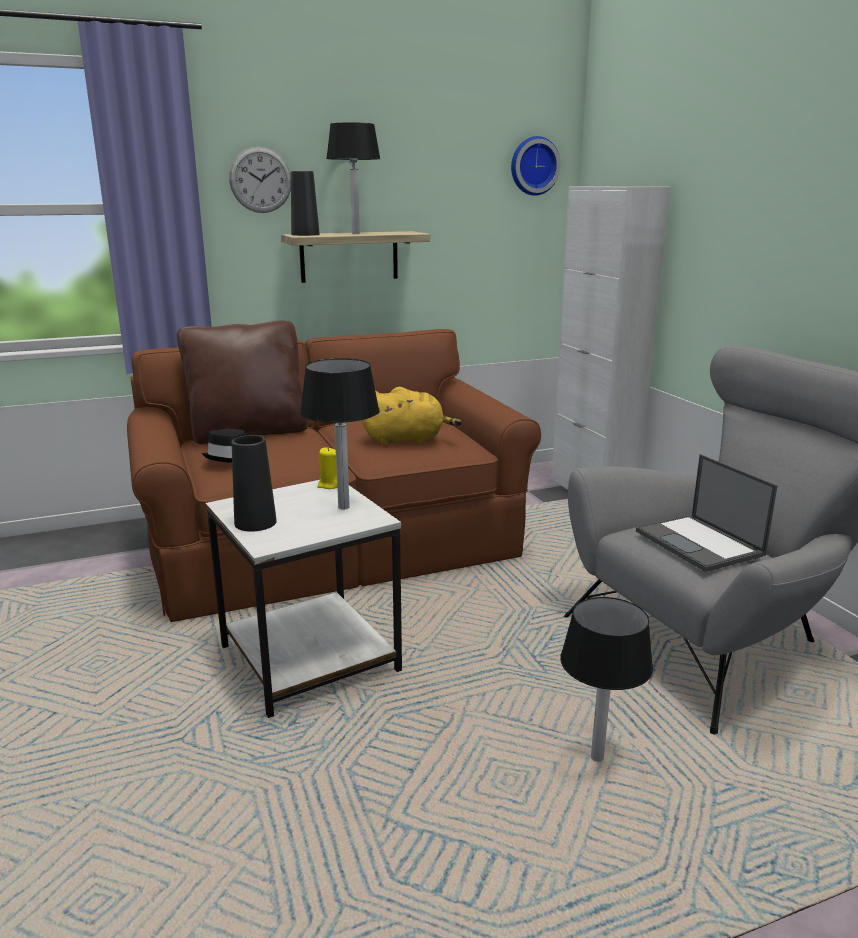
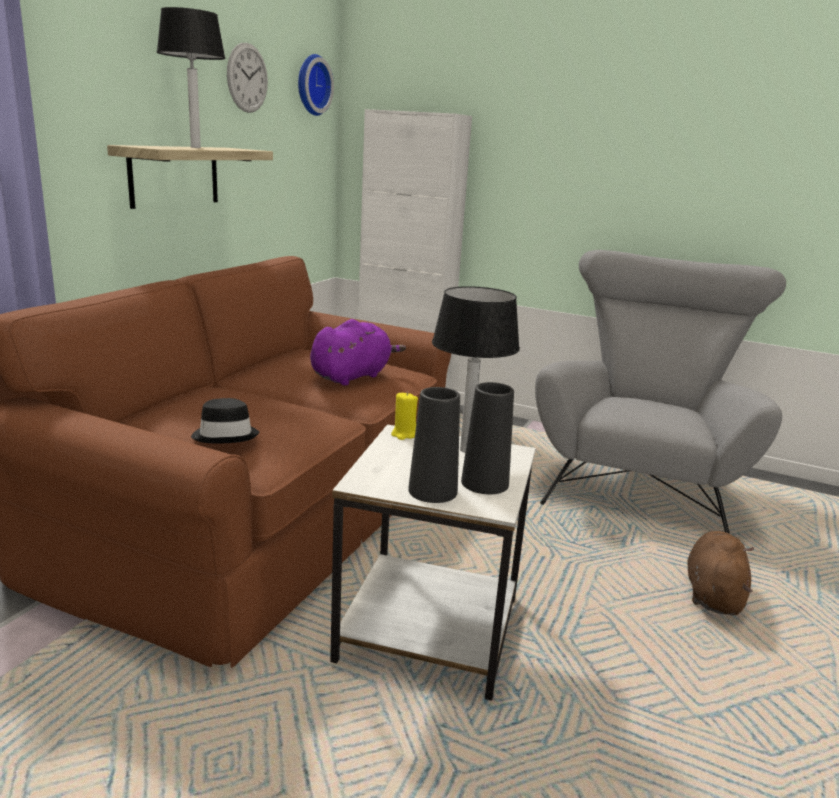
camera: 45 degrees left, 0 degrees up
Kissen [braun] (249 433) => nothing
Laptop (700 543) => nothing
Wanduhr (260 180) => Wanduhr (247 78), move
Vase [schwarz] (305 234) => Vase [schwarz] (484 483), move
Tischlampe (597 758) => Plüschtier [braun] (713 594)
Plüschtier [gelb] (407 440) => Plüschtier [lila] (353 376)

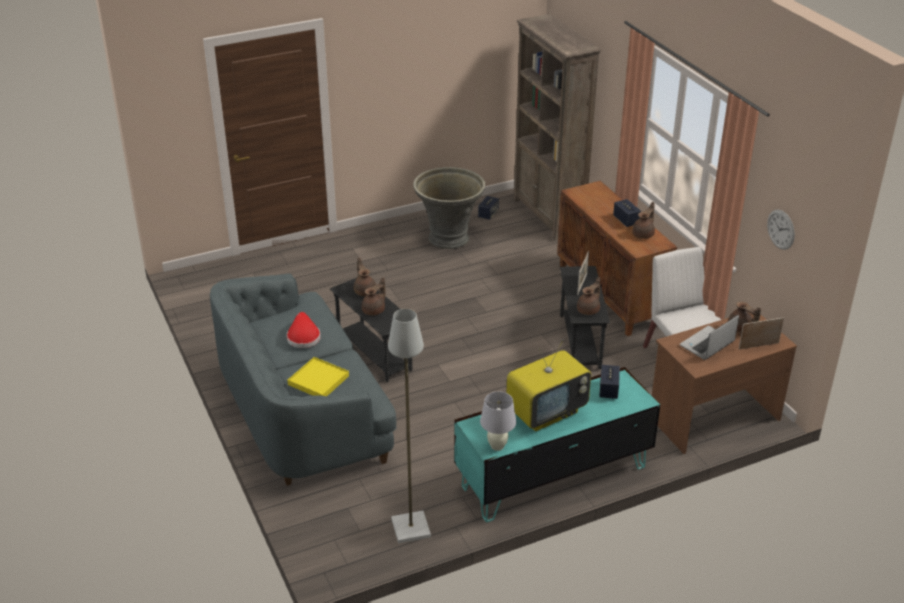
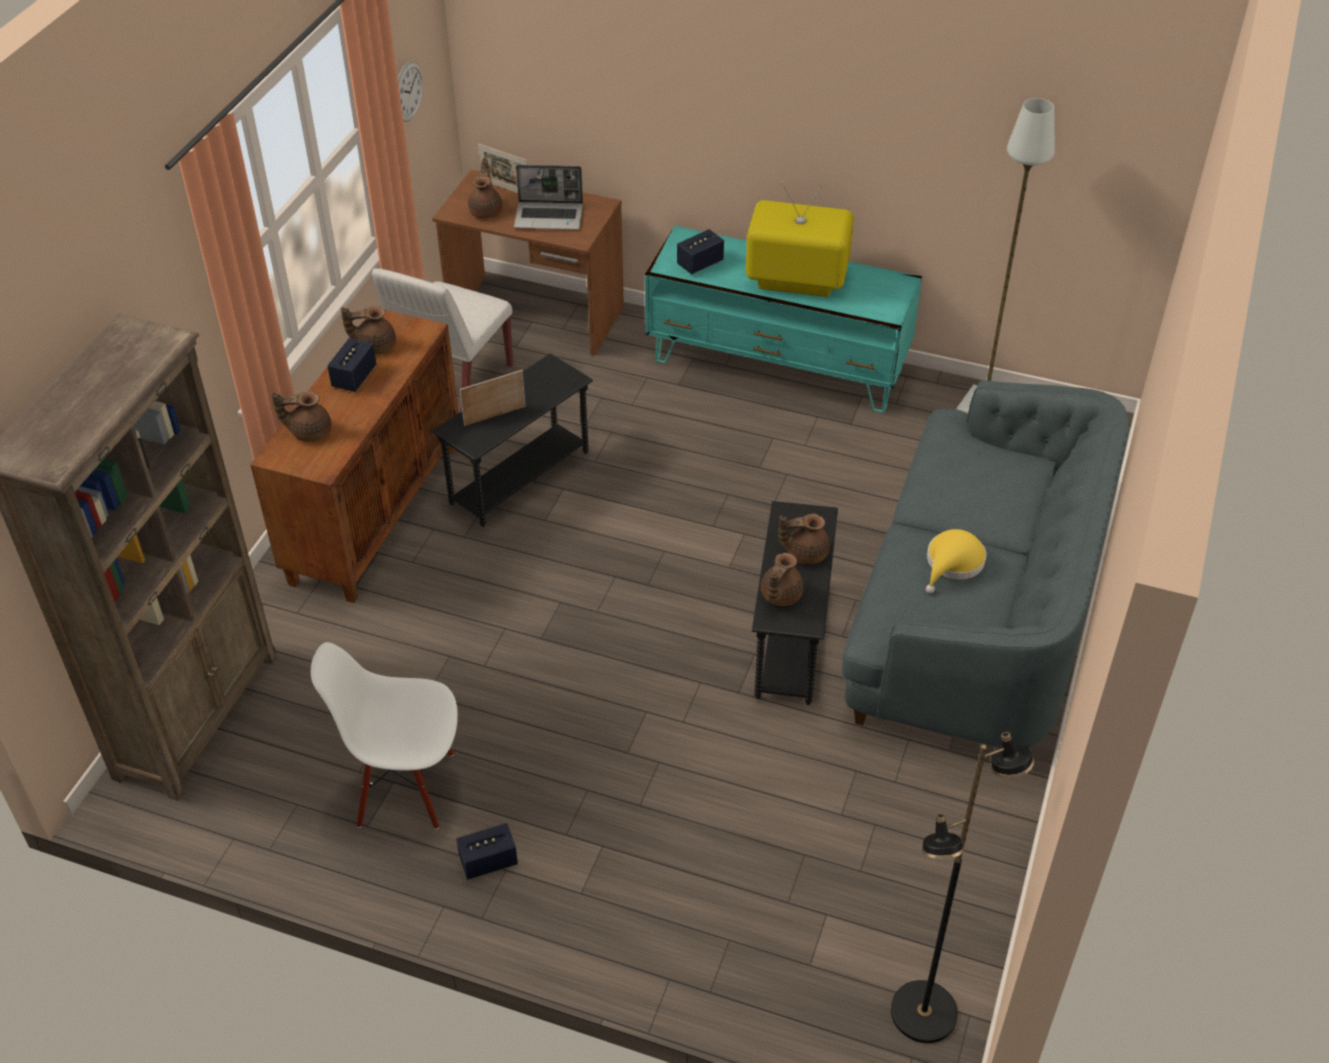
camera: 135 degrees left, 10 degrees up
Tablett [gelb] (318 380) => nothing
Tischlampe [weiß] (497 446) => nothing
nothing => Stehlampe [schwarz] (925 1013)
Lautsprecher (488 214) => Lautsprecher (488 862), move
Teekanne [braun] (589 310) => Teekanne [braun] (309 432), move
Pflanzkübel [grau] (449 238) => Stuhl [weiß] (406 788)
Hut [rot] (303 337) => Hut [gelb] (953 563)

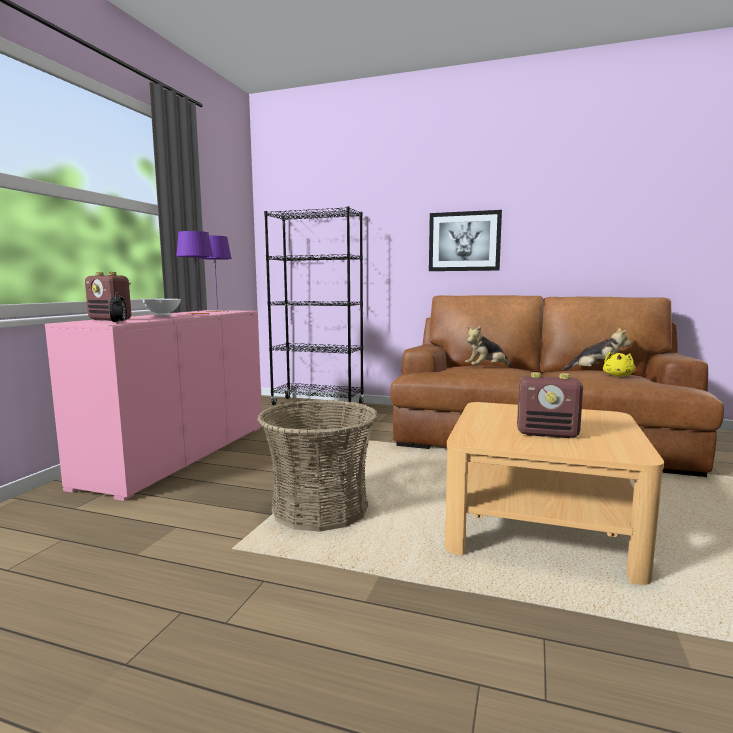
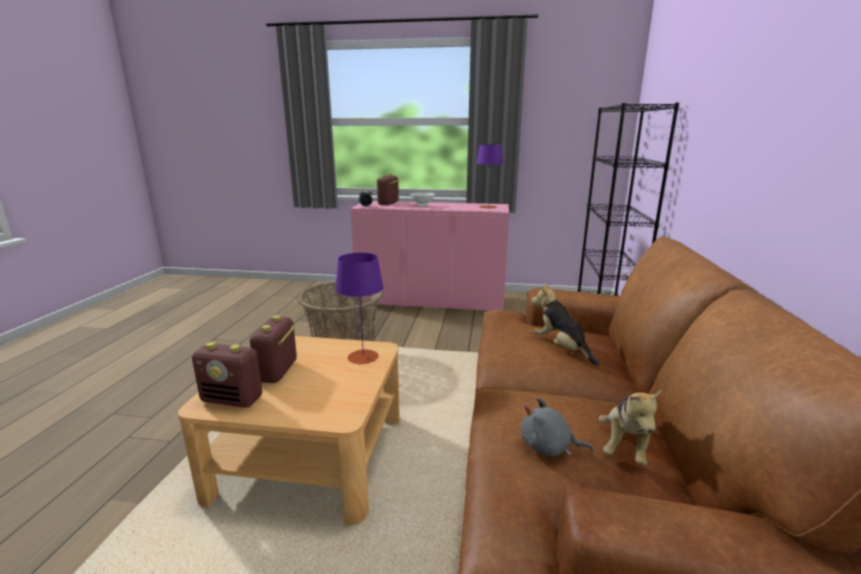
camera: 80 degrees right, 10 degrees up
Bild (464 241) => nothing
nothing => Radio (233 400)
Tischlampe [lila] (198 314) => Tischlampe [lila] (363 357), move
Plüschtier [gelb] (618 376) => Plüschtier [grau] (549 447)

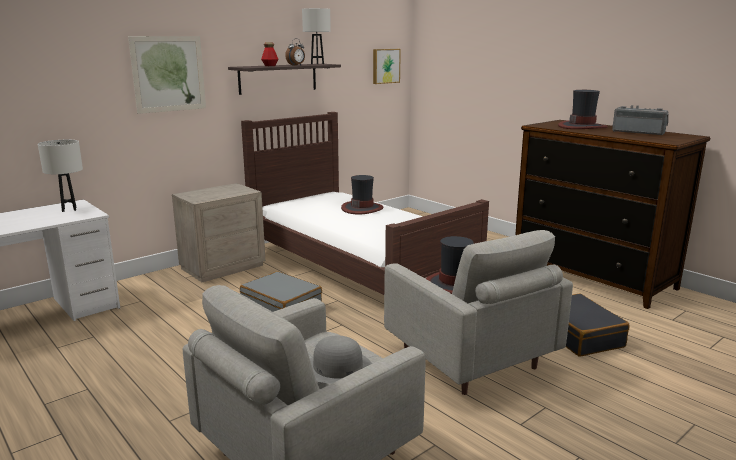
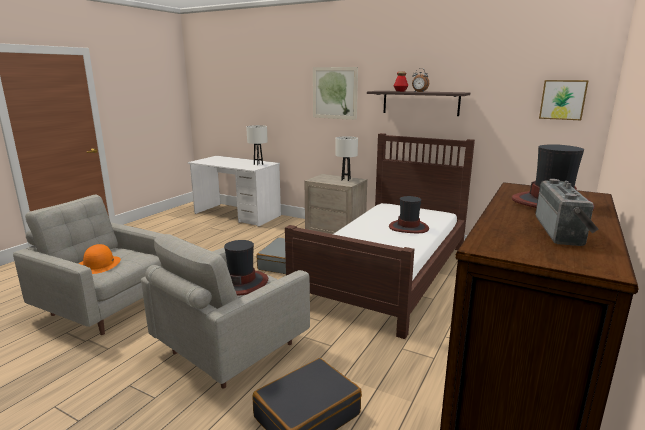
camera: 70 degrees right, 0 degrees up
Tischlampe [weiß] (317 64) => Tischlampe [weiß] (345 179), move
Hut [grau] (337 368) => Hut [orange] (99 264)

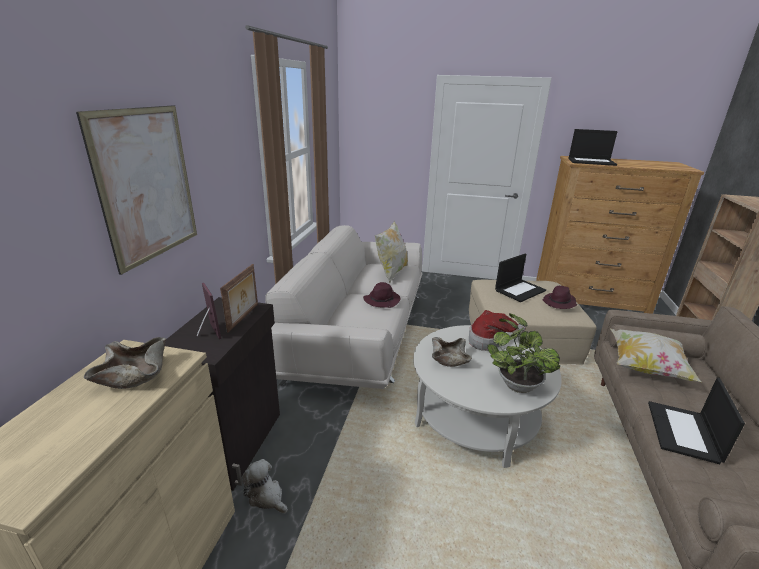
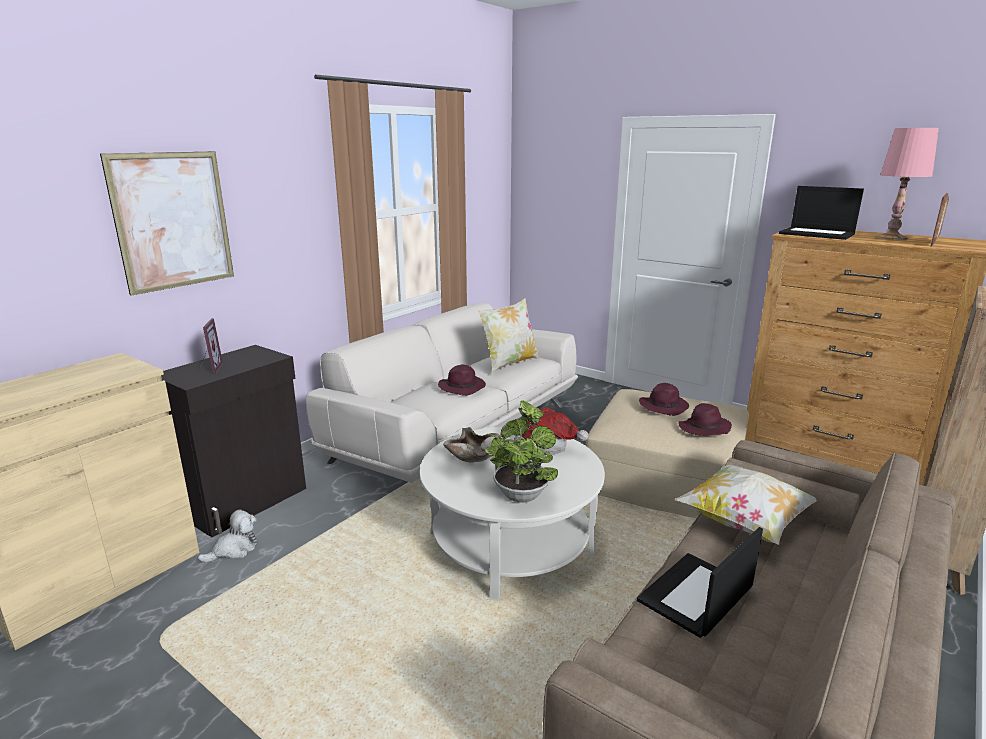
camera: 25 degrees right, 5 degrees down
Schüssel [beige] (134 374) => nothing
nothing => Tischlampe [rosa] (892 237)
Bilderrahmen (244 317) => Bilderrahmen (934 242), move
Laptop (520 290) => Hut [lila] (664 406)
Plüschtier (266 496) => Plüschtier (234 550), 75 degrees clockwise

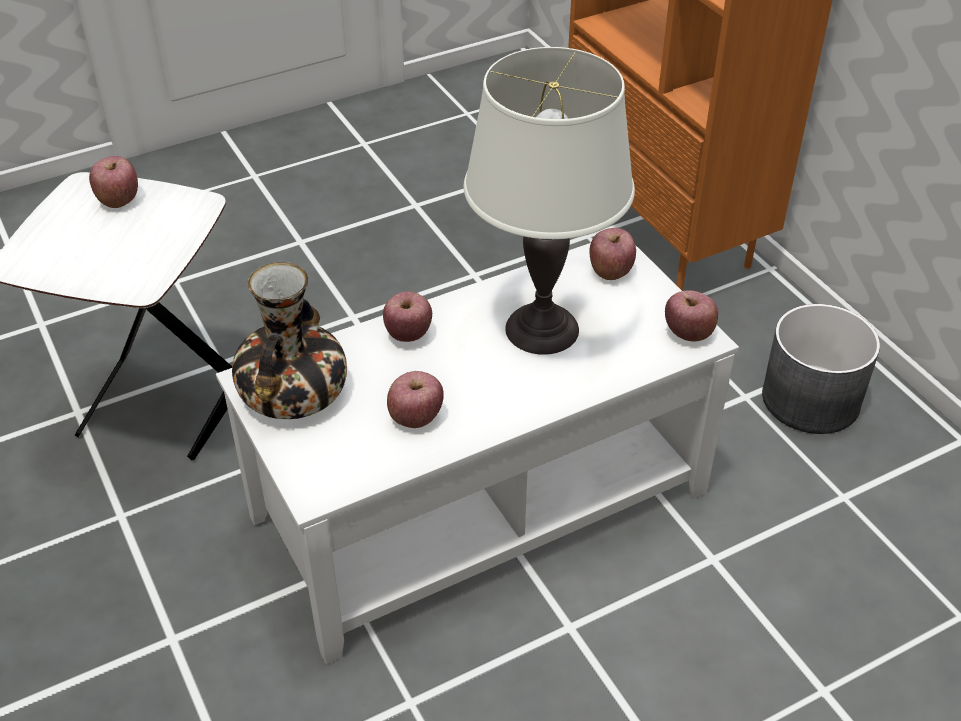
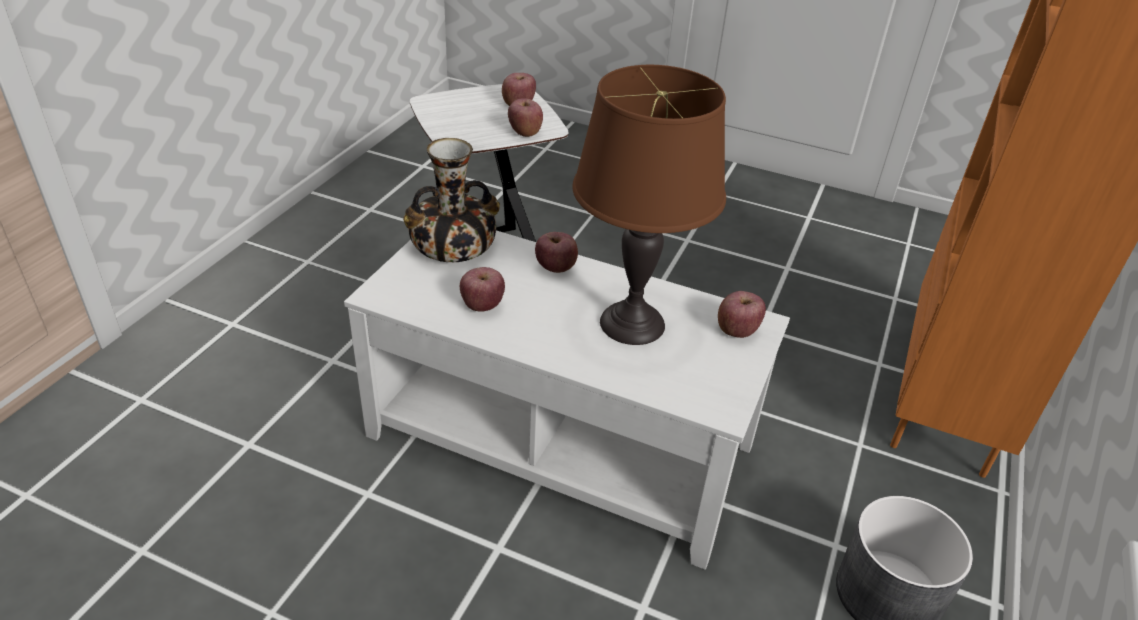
camera: 50 degrees right, 5 degrees down
Apfel (688 333) => Apfel (525 132), move
Tischlampe [weiß] (542 330) => Tischlampe [braun] (632 324)

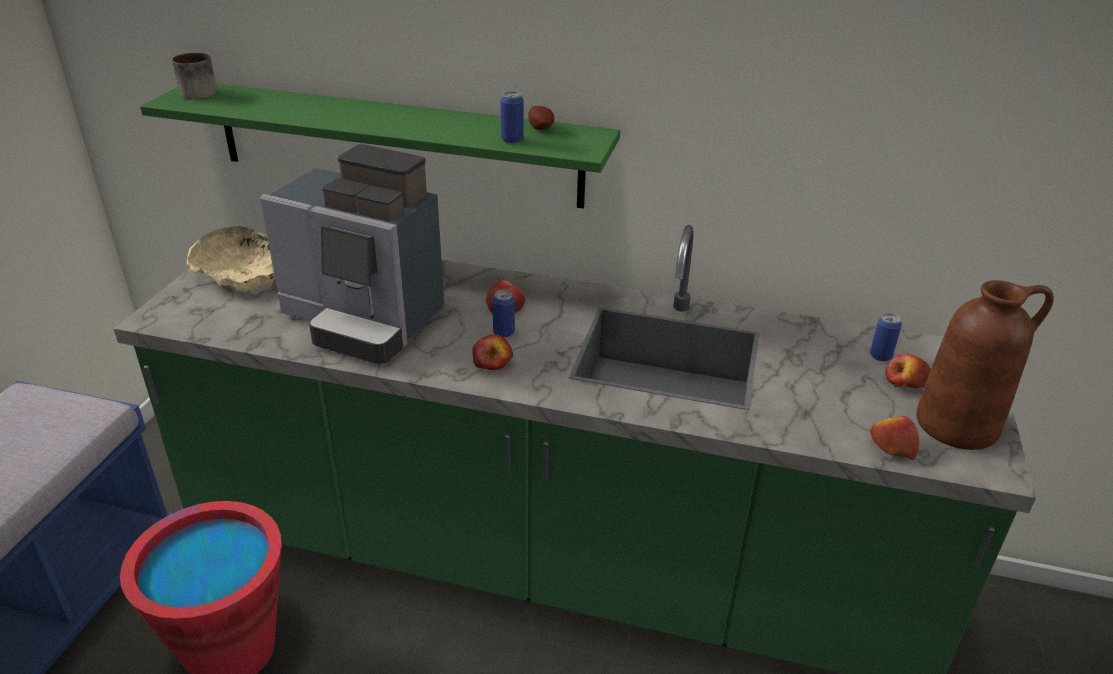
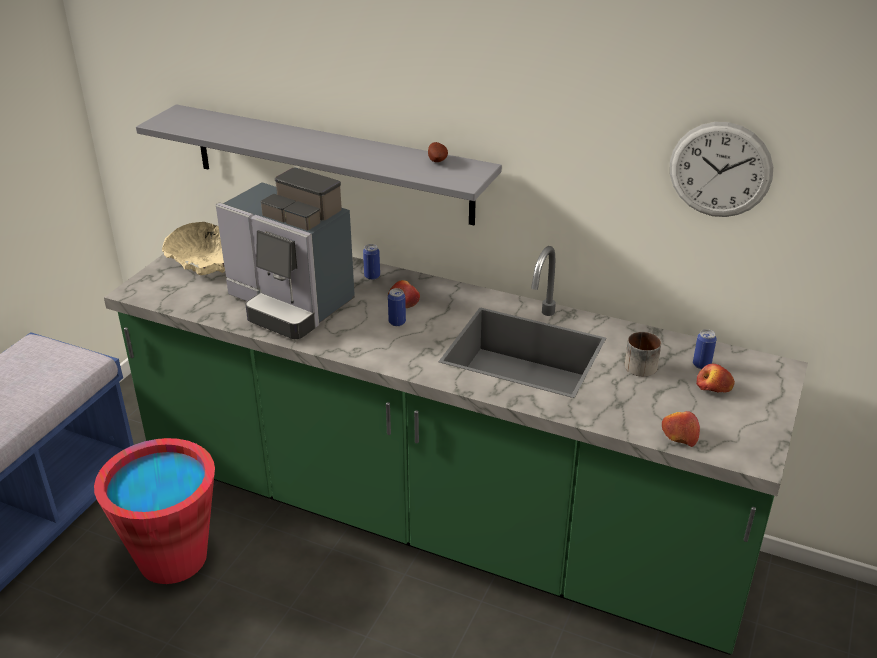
camera: 10 degrees right, 0 degrees up
Apfel (493 362) => nothing
Vase [braun] (958 424) => nothing
nothing => Wanduhr (720 170)
Henkelbecher (197 91) => Henkelbecher (638 364), move
Dose (512 140) => Dose (372 276), move
Wandregal [grün] (397 144) => Wandregal [grau] (330 164)

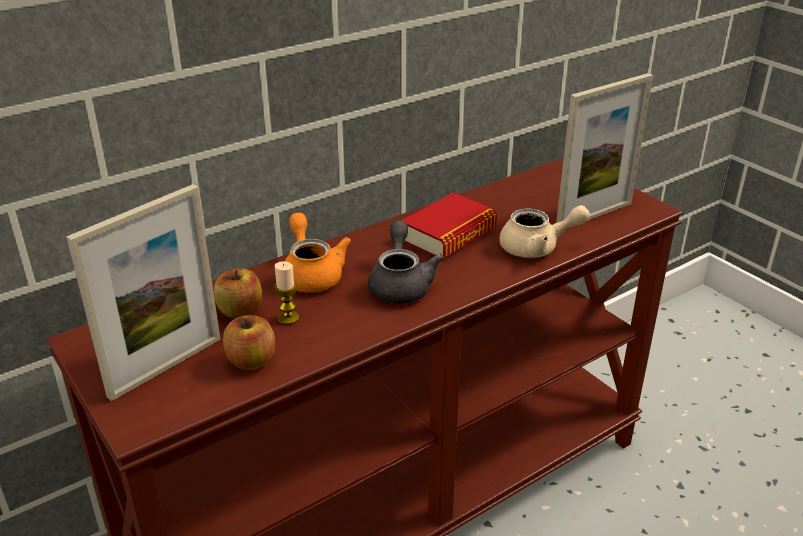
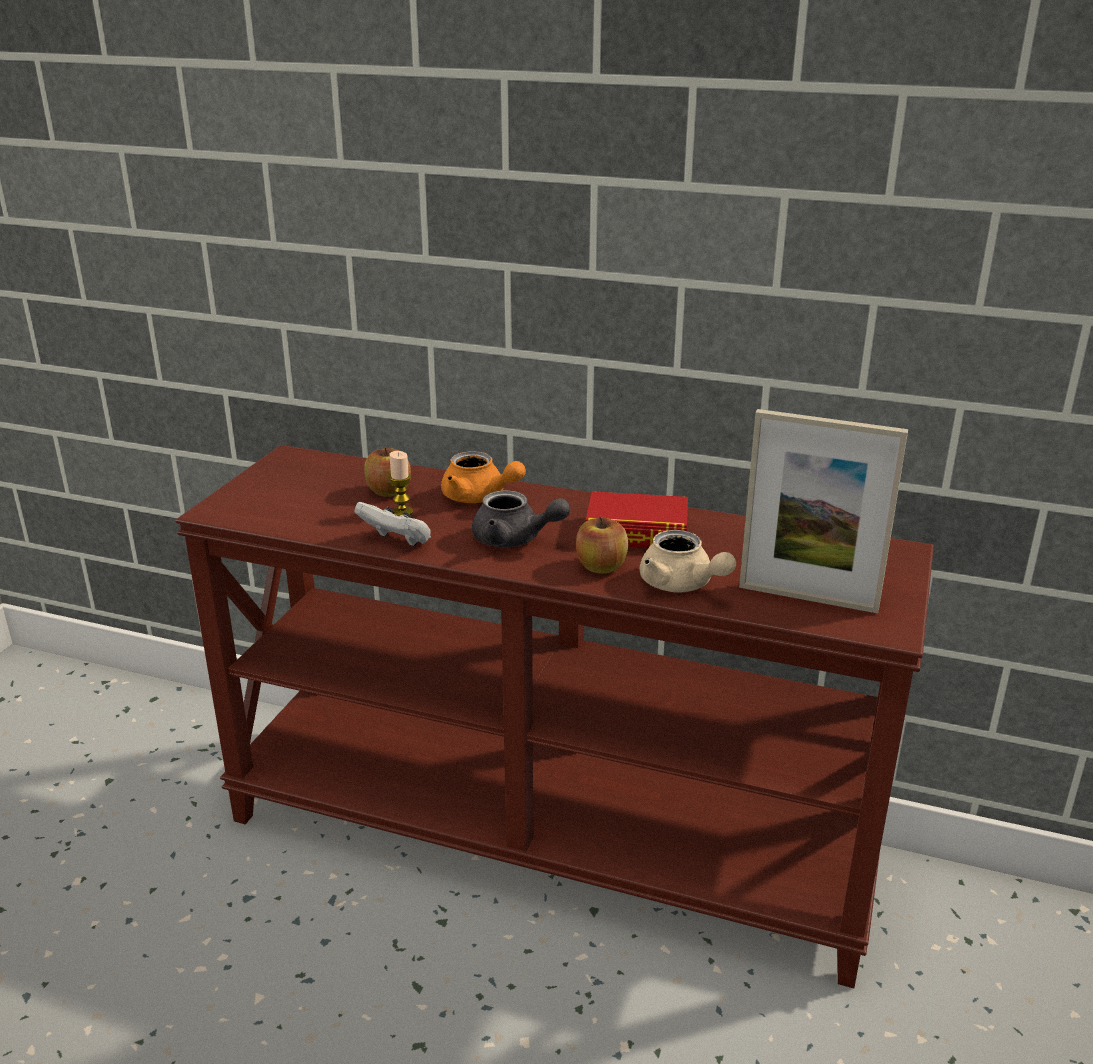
camera: 55 degrees right, 5 degrees down
Bilderrahmen (166 367) => nothing
nothing => Gamepad [weiß] (397 542)
Apfel (251 361) => Apfel (601 566), move
Teekanne [orange] (311 274) => Teekanne [orange] (479 497), 90 degrees clockwise
Teekanne [grau] (401 284) => Teekanne [grau] (515 540), 60 degrees clockwise

